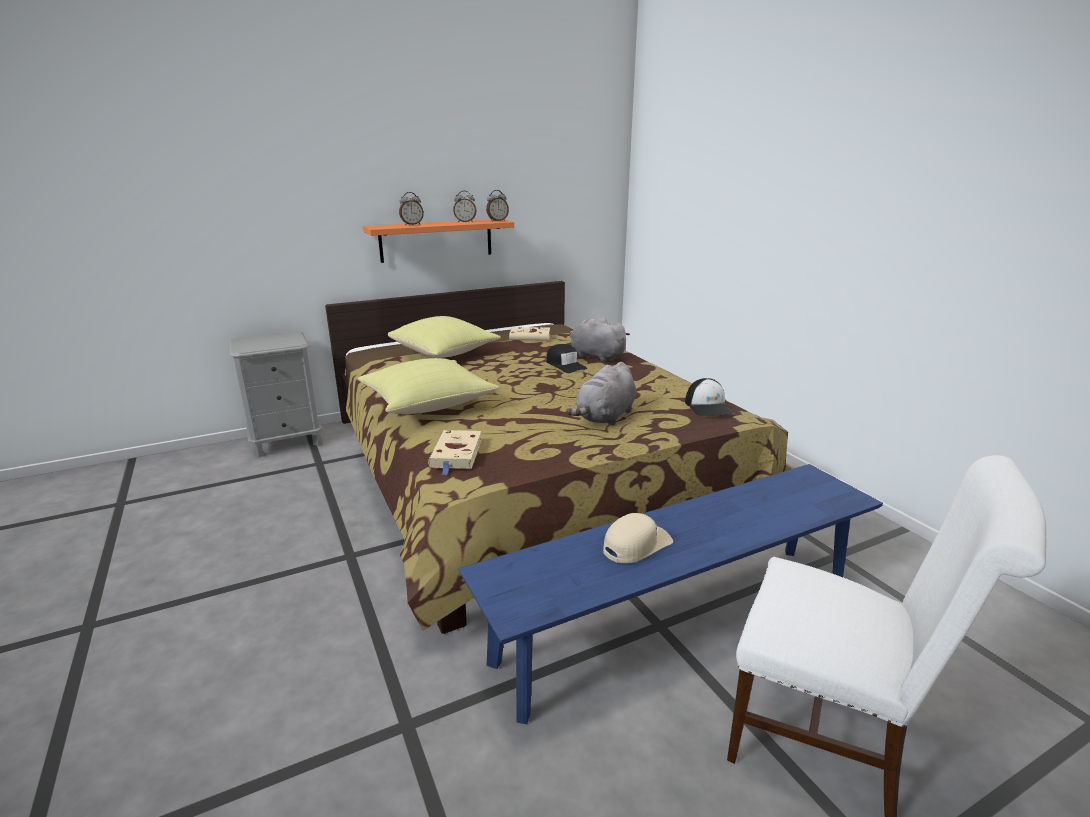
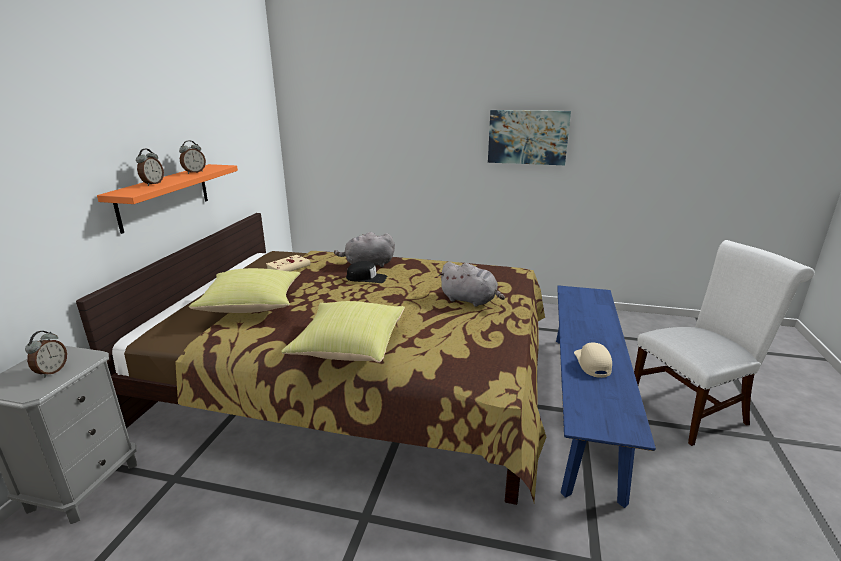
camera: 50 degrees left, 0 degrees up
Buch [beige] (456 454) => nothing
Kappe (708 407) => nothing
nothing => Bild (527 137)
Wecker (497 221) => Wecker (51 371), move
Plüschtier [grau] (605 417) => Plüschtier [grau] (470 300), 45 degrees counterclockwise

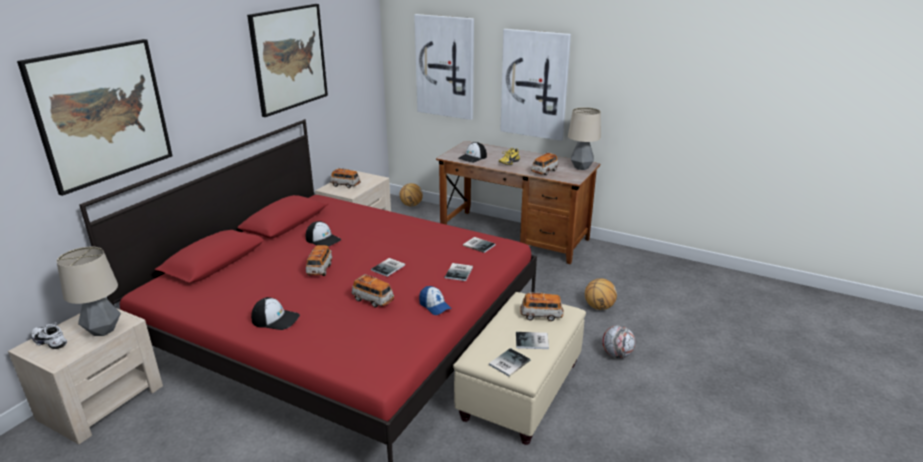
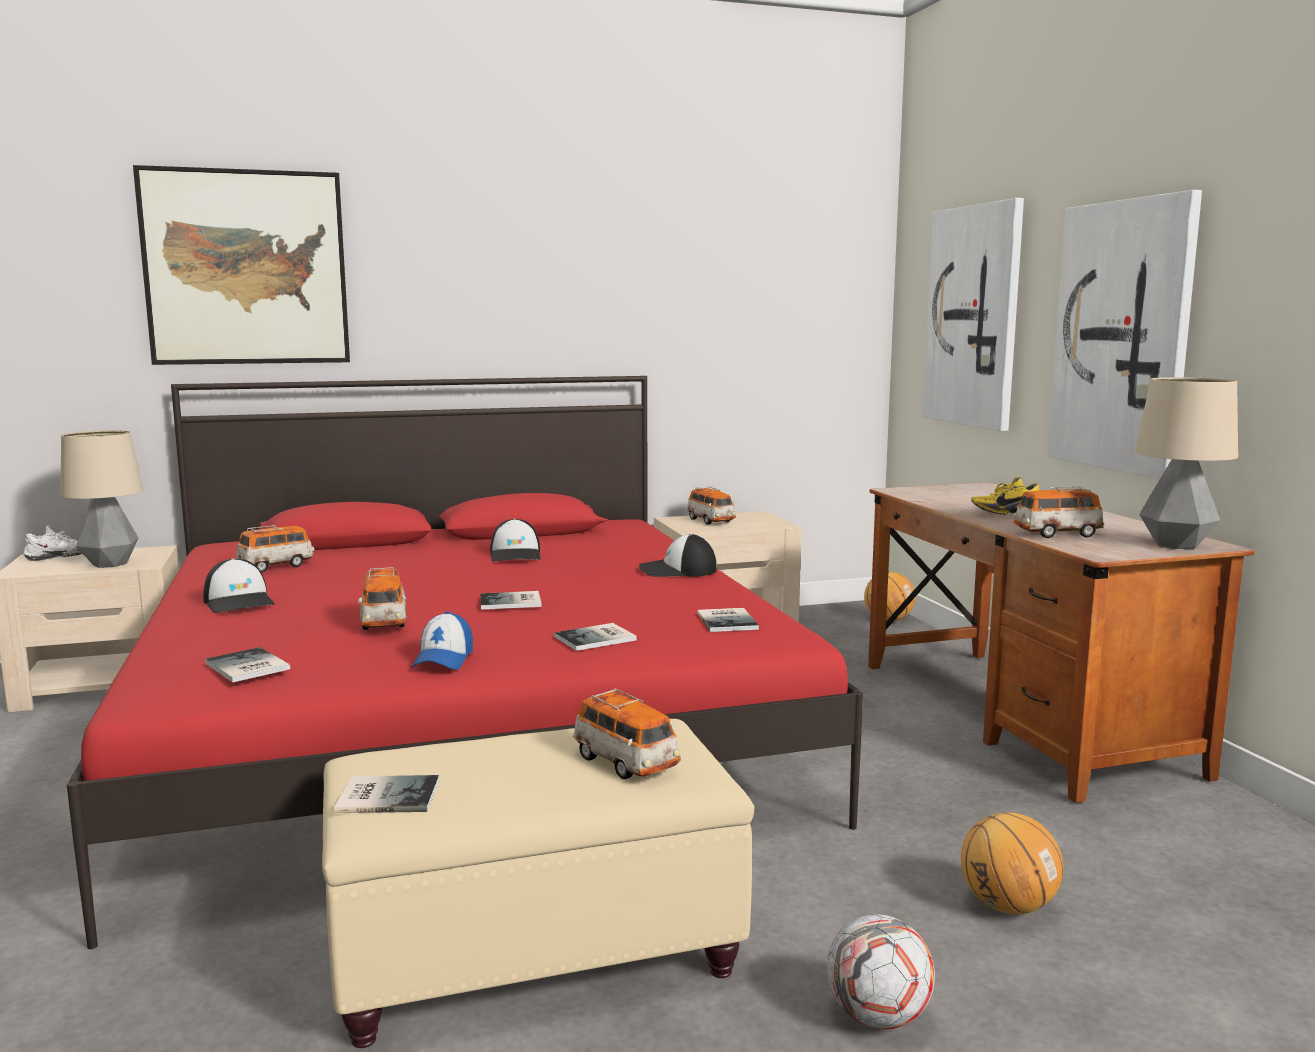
camera: 45 degrees right, 15 degrees down
Bild (289 58) => nothing
Spielzeugauto (320 269) => Spielzeugauto (276 566), move
Kappe (472 157) => Kappe (677 570), move
Buch (533 341) => Buch (246 667), move
Schuh [weiß] (51 341) => Schuh [weiß] (60 558), 90 degrees clockwise

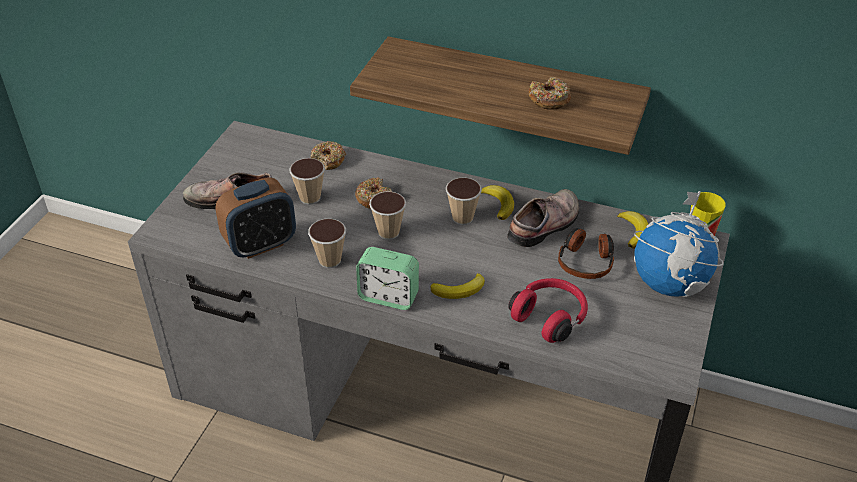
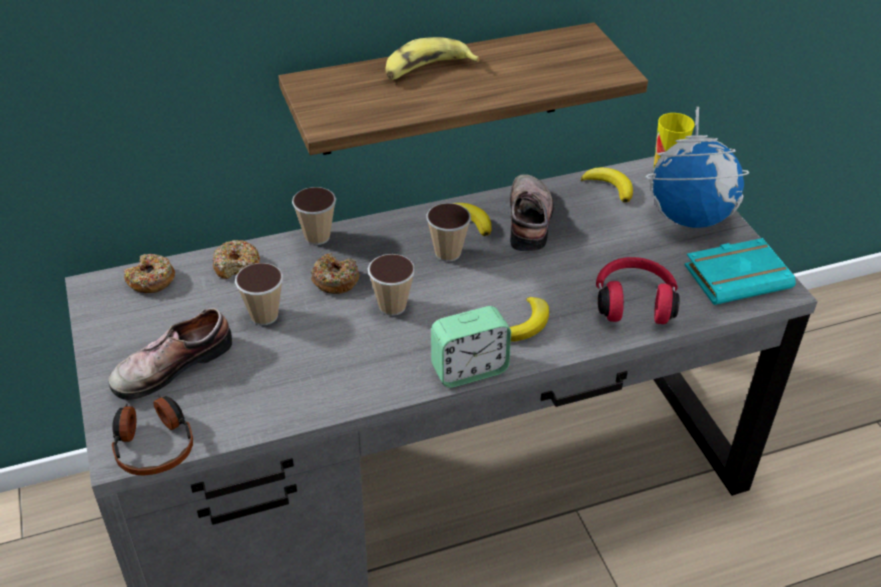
camera: 40 degrees left, 0 degrees up
Wecker (260 244) => nothing
nothing => Banane (426 70)
nothing => Buch [türkis] (737 276)
Tasse (330 260) => Tasse (317 237), move
Donut (549 99) => Donut (151 280), move
Kopfhörer (586 261) => Kopfhörer (153 444), move

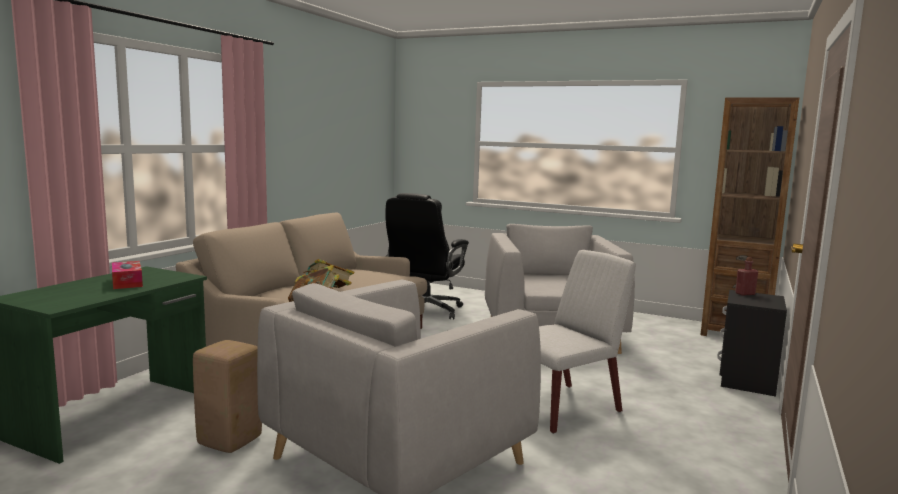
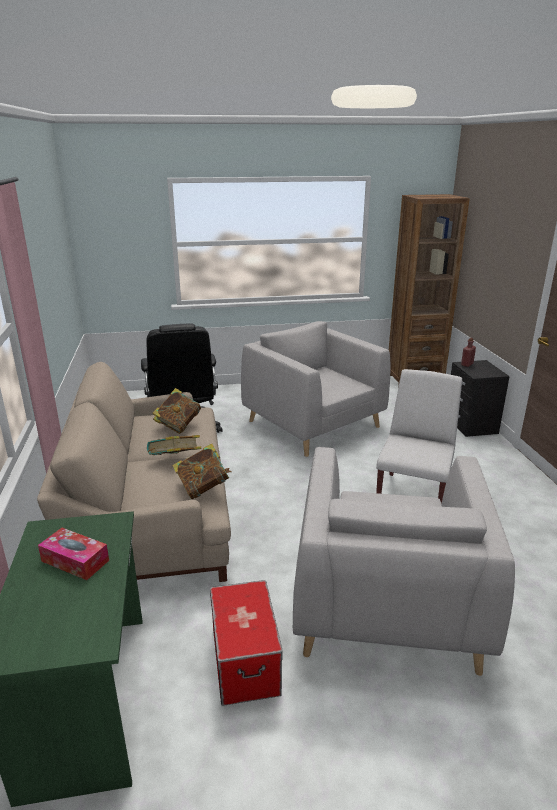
camera: 35 degrees left, 15 degrees up
nothing => Buch (178 425)
Hocker [beige] (230 441) => Aufbewahrungsbox (246 661)

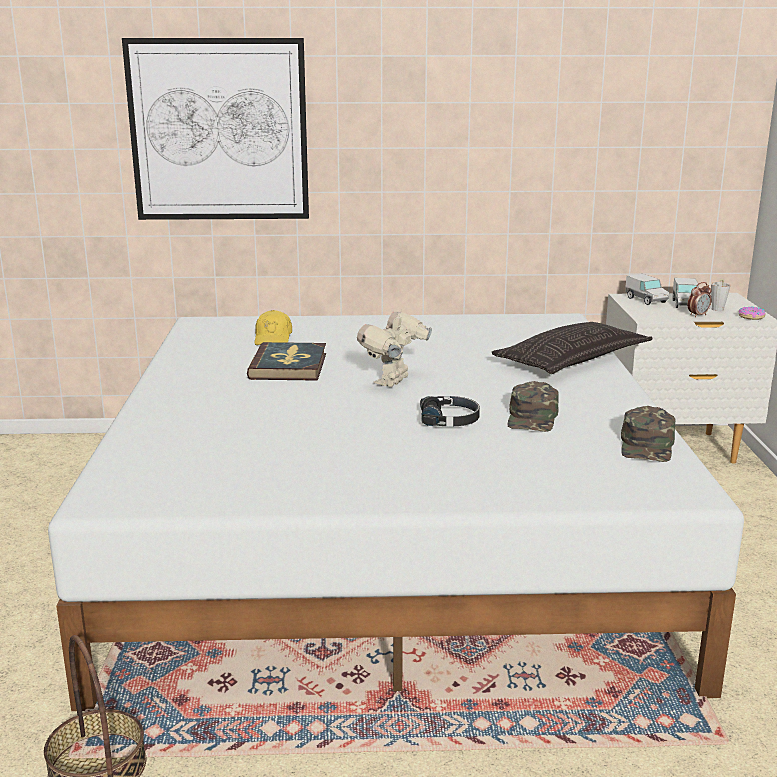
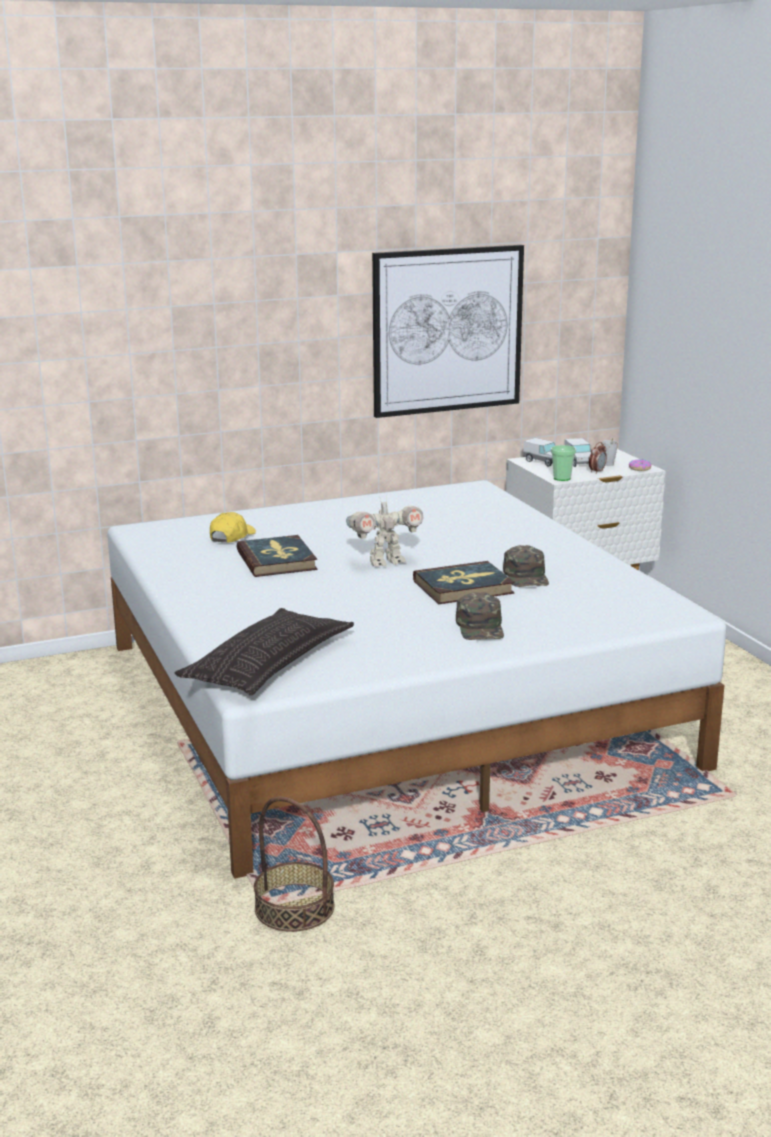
camera: 20 degrees left, 0 degrees up
nothing => Tasse (562 478)
Bild (219 130) => Bild (447 330), move
Kissen (572 359) => Kissen (268 663), move
Kappe [grün] (647 445) => Kappe [grün] (480 627), move
Kopfhörer [schwarz] (449 420) => Buch (463 587)
Kappe [gelb] (273 338) => Kappe [gelb] (232 536), 135 degrees counterclockwise
Spielzeugroboter (394 382) => Spielzeugroboter (385 562), 120 degrees counterclockwise

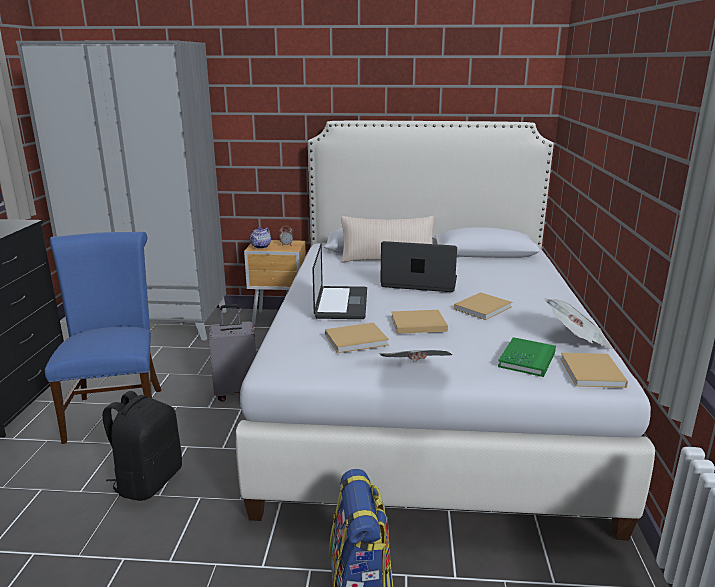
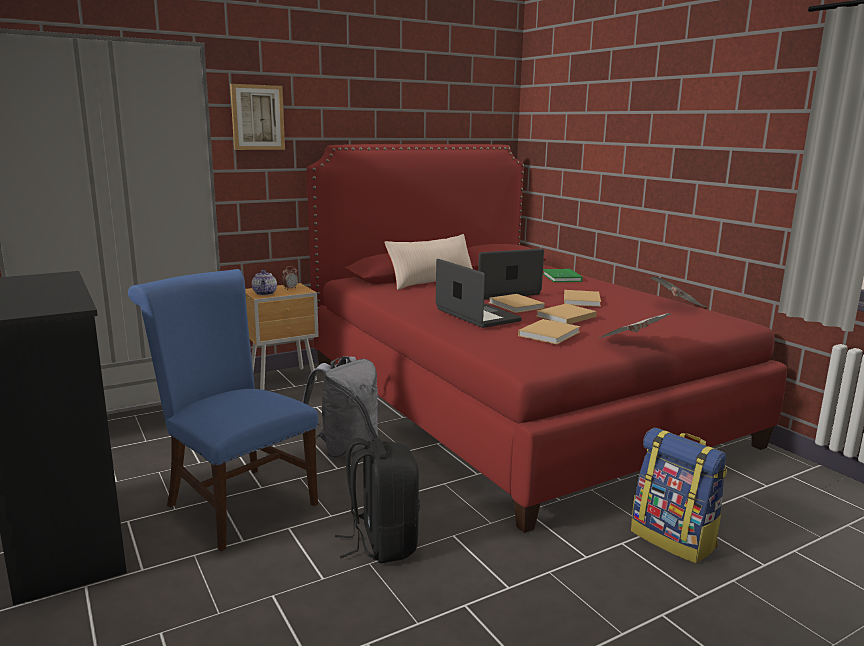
camera: 35 degrees left, 5 degrees down
nothing => Bild (257 117)
Buch [grün] (527 359) => Buch [grün] (562 277), move
Buch [beige] (592 373) => Buch [beige] (517 306), move
Koffer [grau] (237 392) => Rucksack [grau] (345 448)
Bett [weiß] (425 393) => Bett [rot] (512 402)

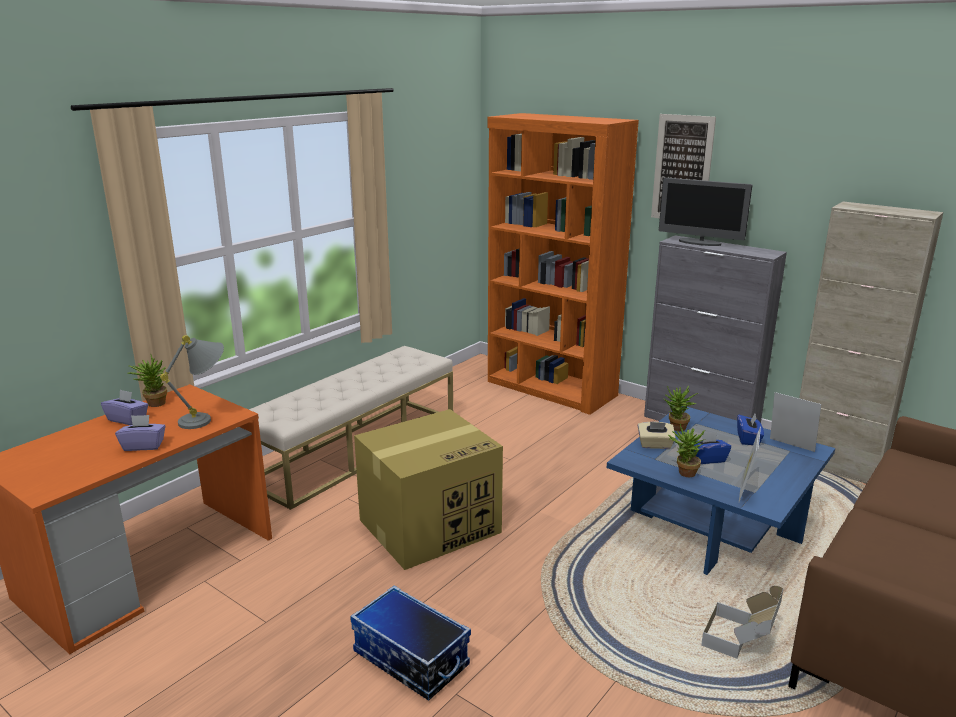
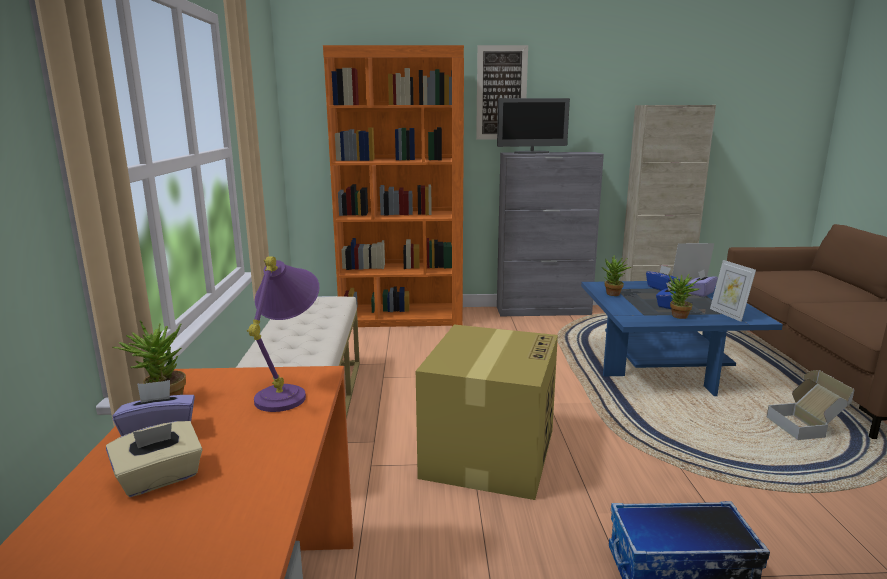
camera: 40 degrees left, 5 degrees down
Taschentuchbox [lila] (143 445) => Taschentuchbox [lila] (701 293), move
Taschentuchbox [beige] (655 445) => Taschentuchbox [beige] (160 478), move
Tischlampe [grau] (206 419) => Tischlampe [lila] (289 391)

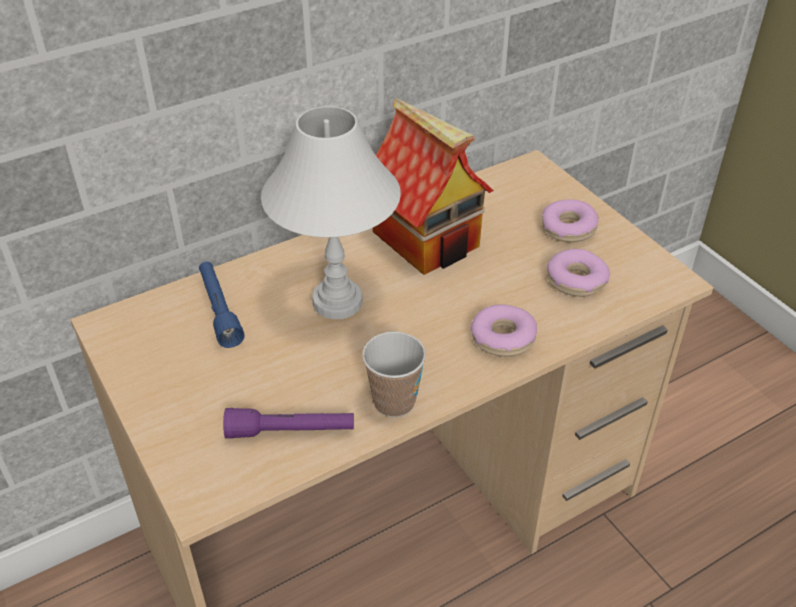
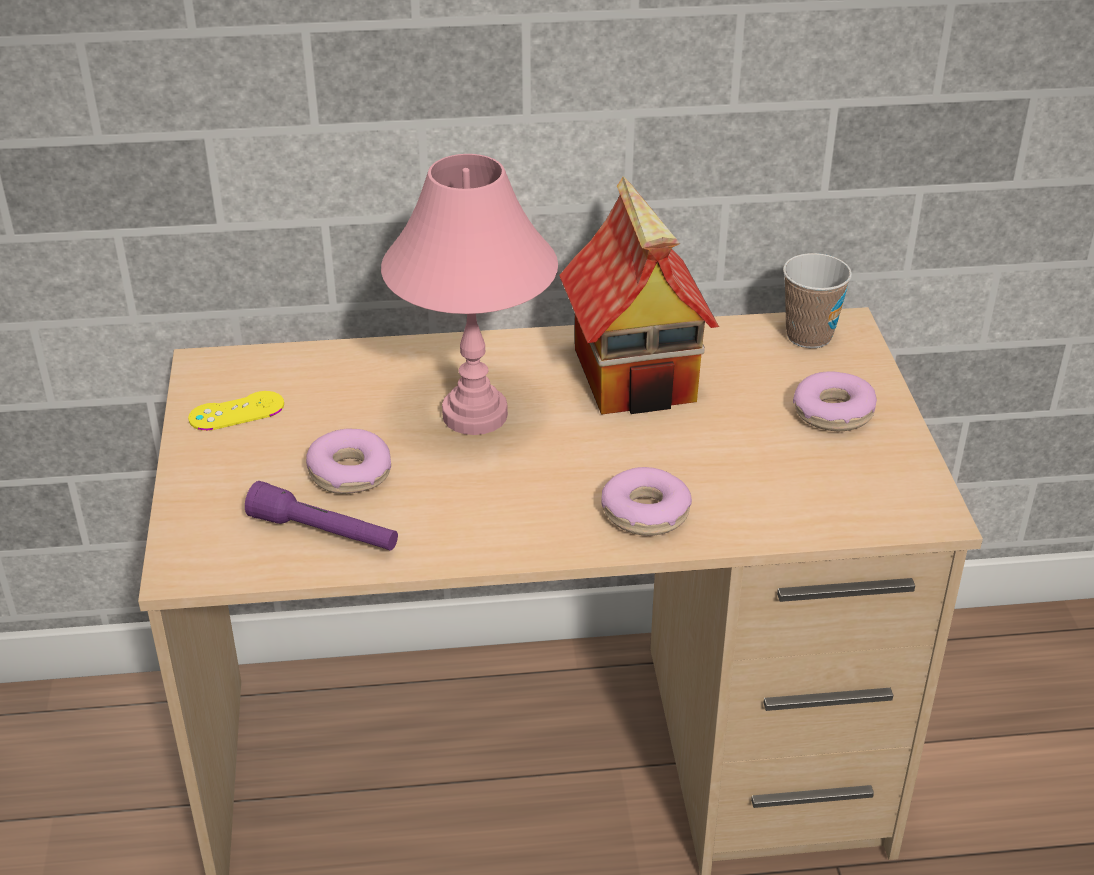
camera: 25 degrees right, 5 degrees down
Taschenlampe [blau] (219 310) => nothing
nothing => Gamepad [gelb] (236 411)
Tasse (394 402) => Tasse (809 336), move
Donut (576 281) => Donut (350 473), move
Tischlampe [weiß] (337 303) => Tischlampe [rosa] (474 415)

